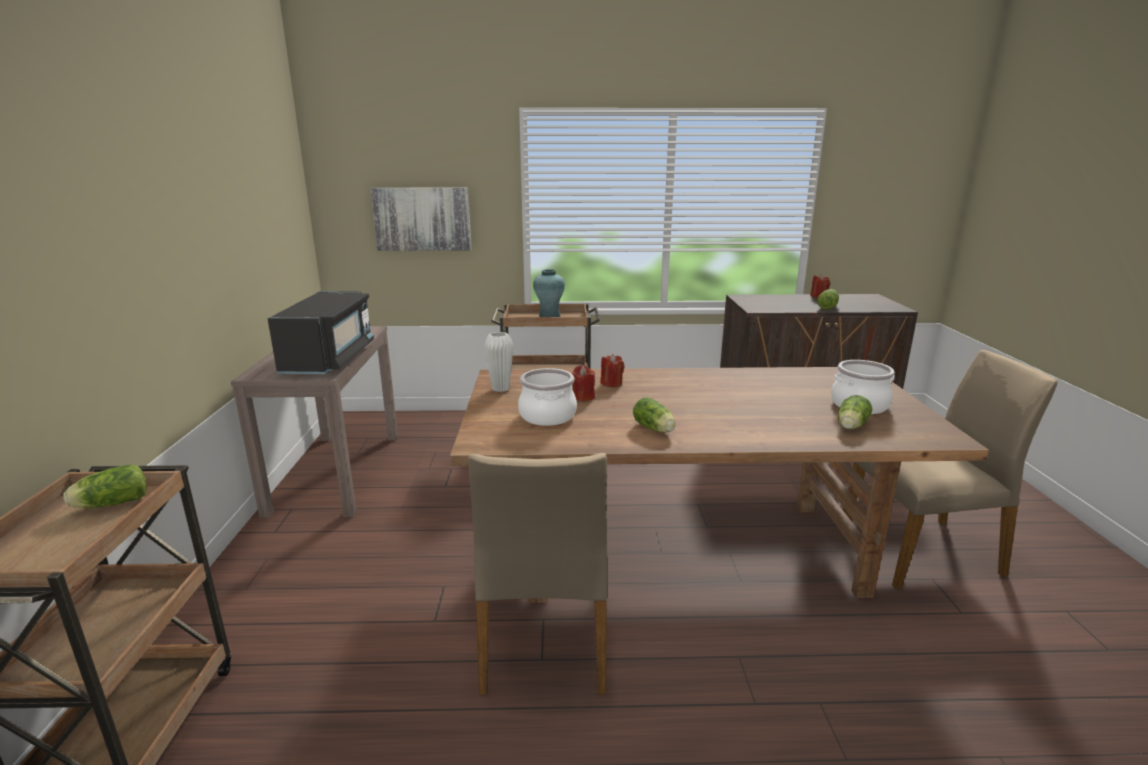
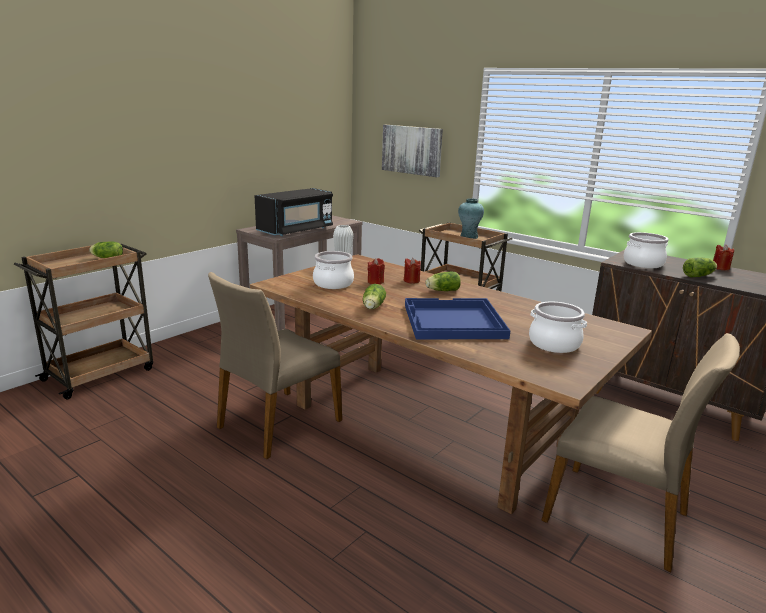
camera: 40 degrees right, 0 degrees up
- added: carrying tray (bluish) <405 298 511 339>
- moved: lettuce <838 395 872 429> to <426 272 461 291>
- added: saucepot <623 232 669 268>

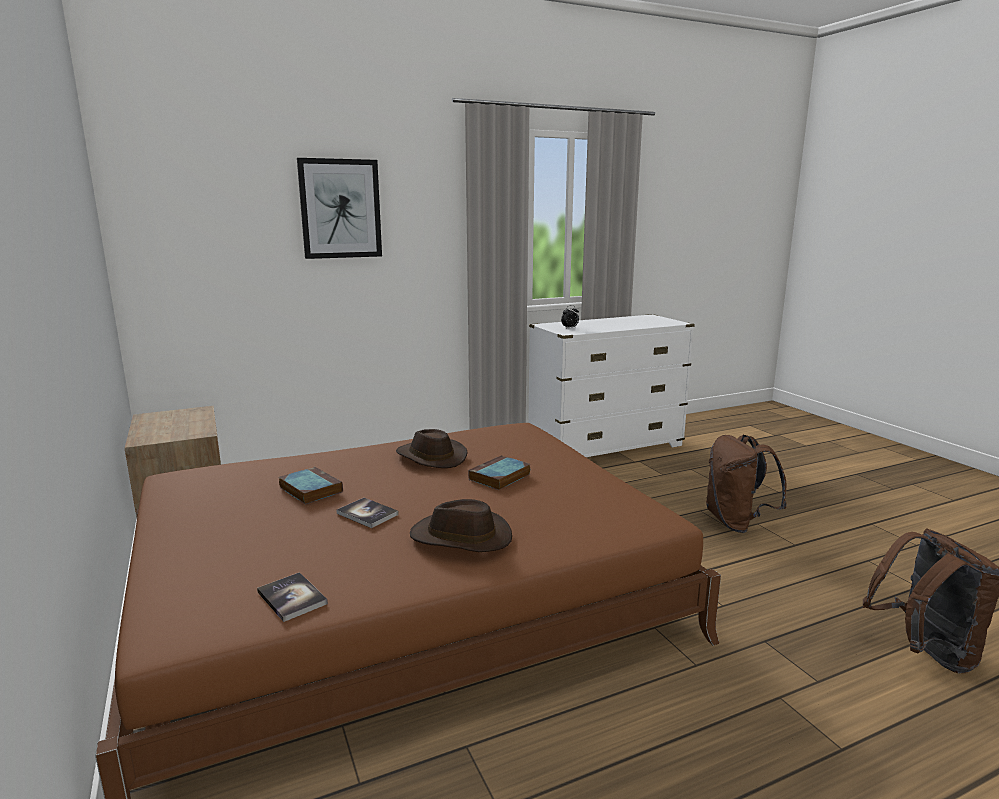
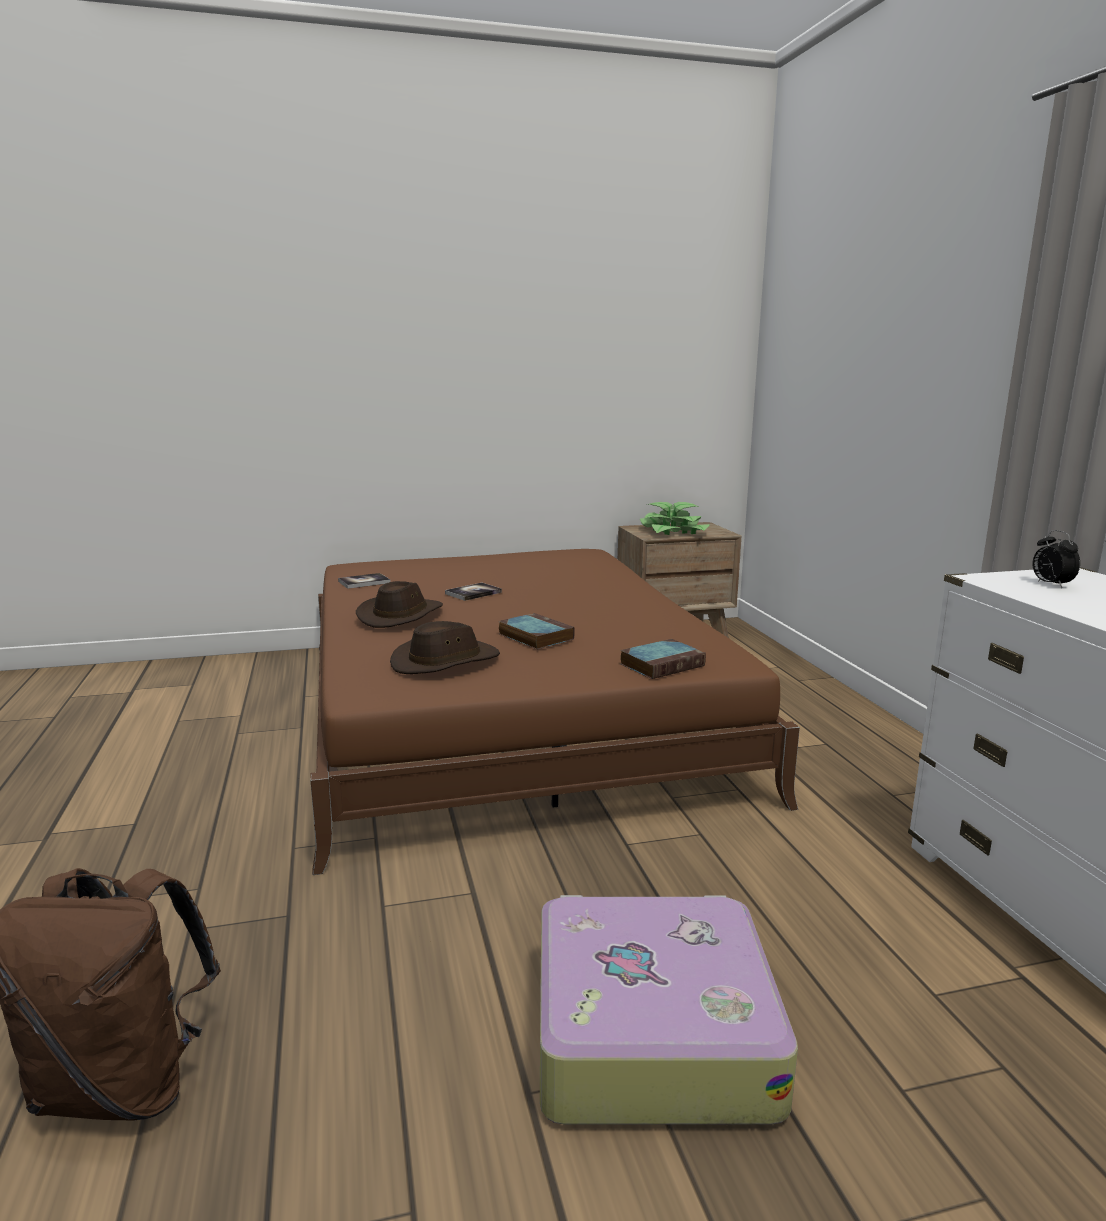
camera: 100 degrees right, 0 degrees up
- moved: clothing hat (brownish) <396 429 468 468> to <390 621 500 674>
- replaced: backpack (brownish) <706 435 787 533> to travel case <540 895 798 1125>
- moved: volume <279 467 343 505> to <620 639 706 679>
- added: plant in a pot <640 502 710 535>
- removed: wall art <297 158 382 259>

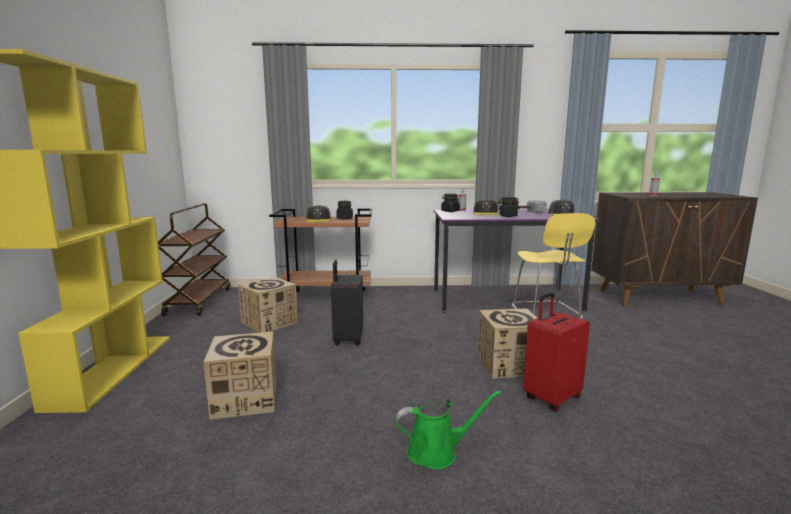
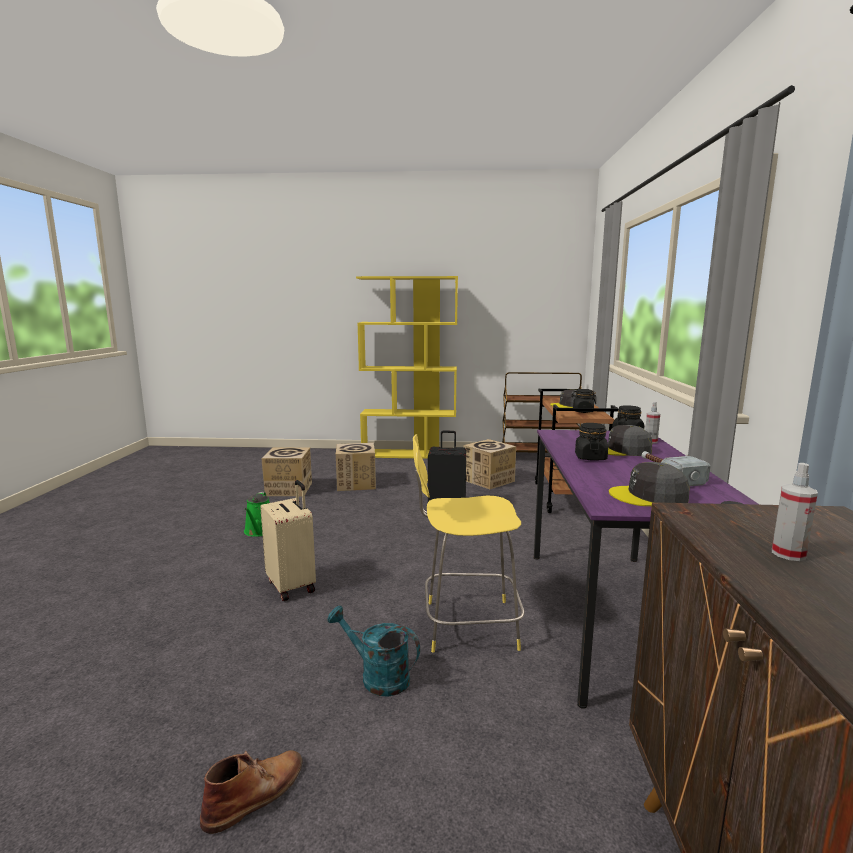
camera: 95 degrees right, 0 degrees up
- added: boot (brownish) <200 750 303 834>
- recoloured: travel case (red-coloured) <523 292 590 412> to travel case (beige-coloured) <260 480 316 601>
- moved: carton <478 308 538 379> to <261 448 312 496>
- added: watering can (turquoise) <327 605 420 697>

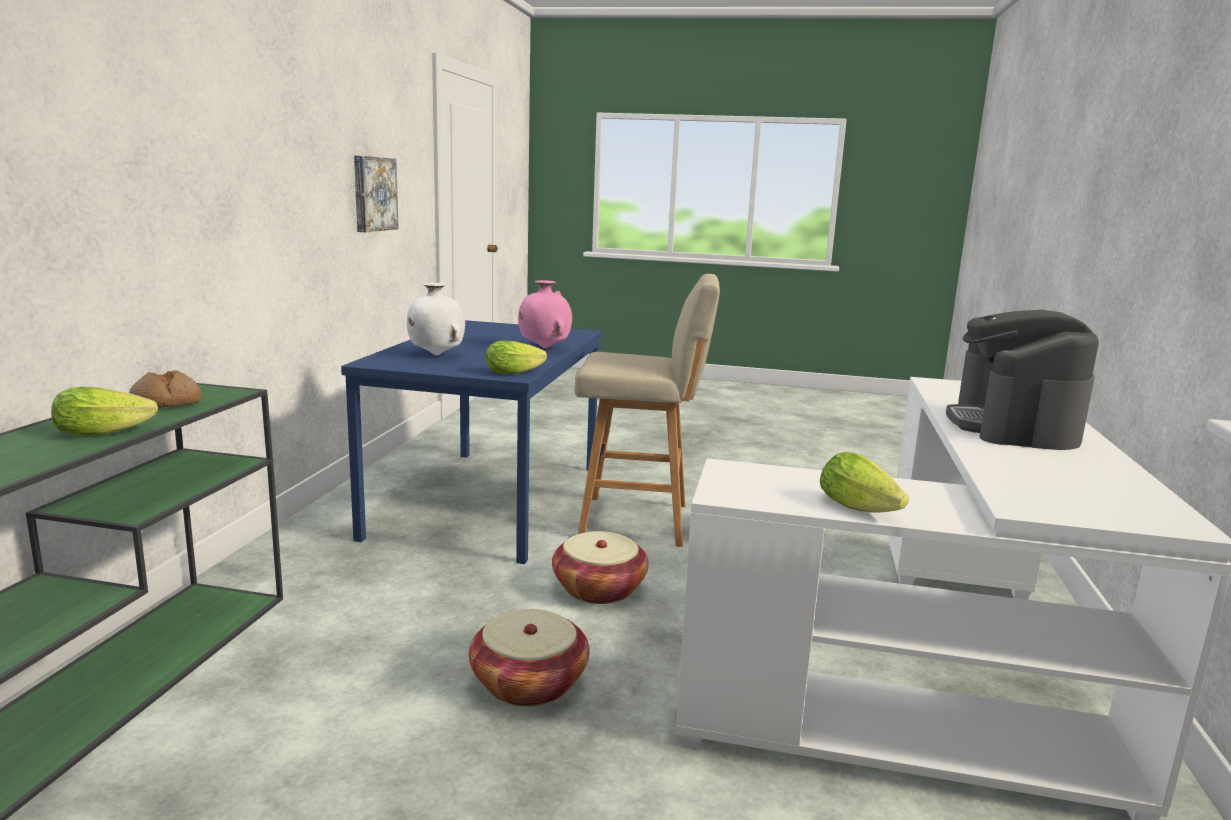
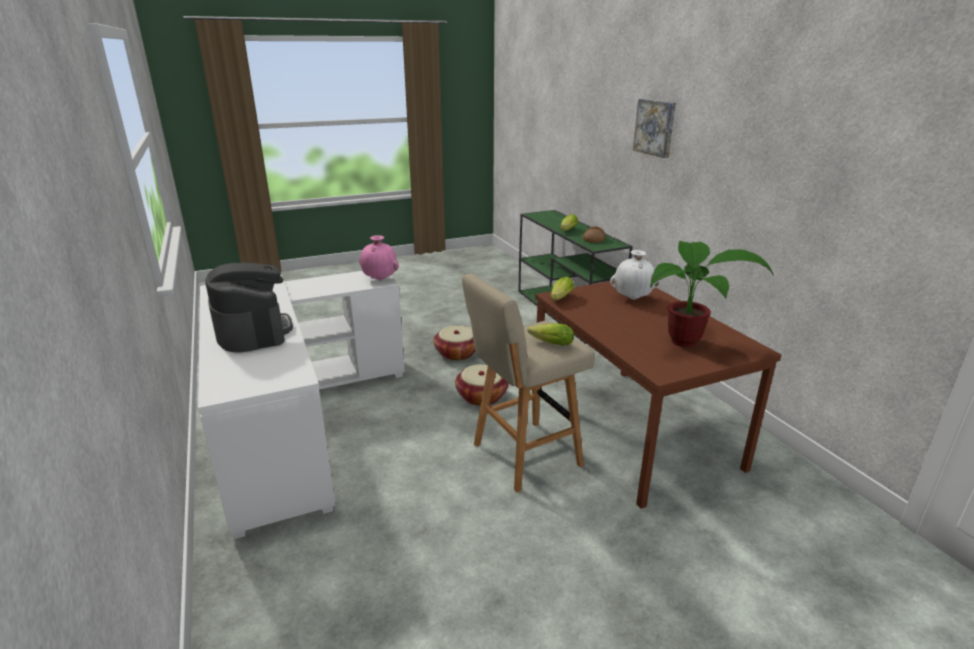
camera: 145 degrees right, 10 degrees up
- moved: flower vase (pink-coloured) <518 280 572 349> to <359 235 399 281>
- moved: lettuce <820 452 909 512> to <528 323 574 346>
- recoloured: dinner table (bluish) <341 320 602 564> to dinner table (brownish) <535 281 781 509>
- moved: wall art <354 156 399 232> to <633 99 676 158>
- added: plant in a pot <650 241 774 348>

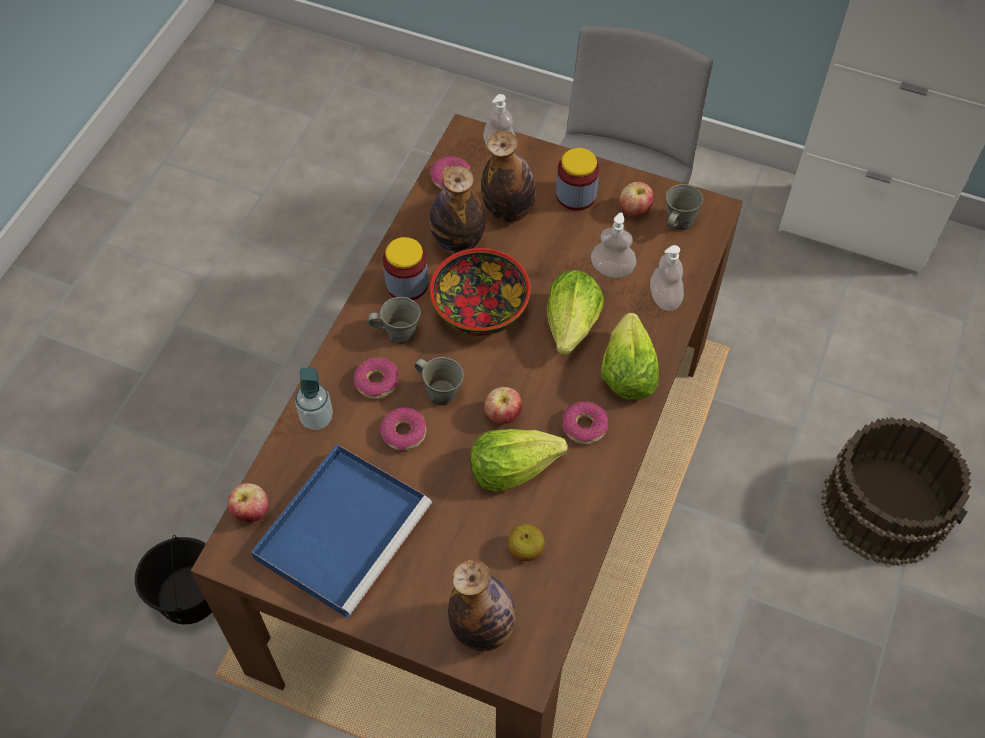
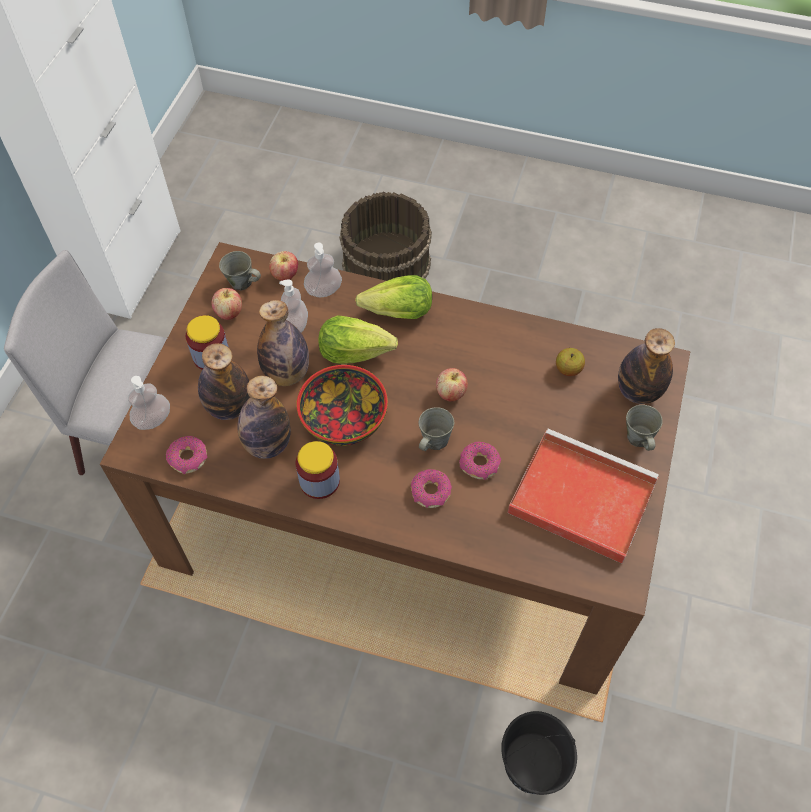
camera: 95 degrees left, 0 degrees up
- added: drink bottle <257 300 309 386>
- moved: whole apple <228 483 268 522> to <269 251 298 281>
- recoloured: carrying tray (bluish) <251 444 432 619> to carrying tray (red-coloured) <508 429 659 564>
- moved: mug (greyish) <368 297 421 344> to <626 405 663 451>
- removed: soap dispenser <295 368 333 430>
- removed: lettuce <470 429 568 492>
- removed: donut <562 401 608 444>

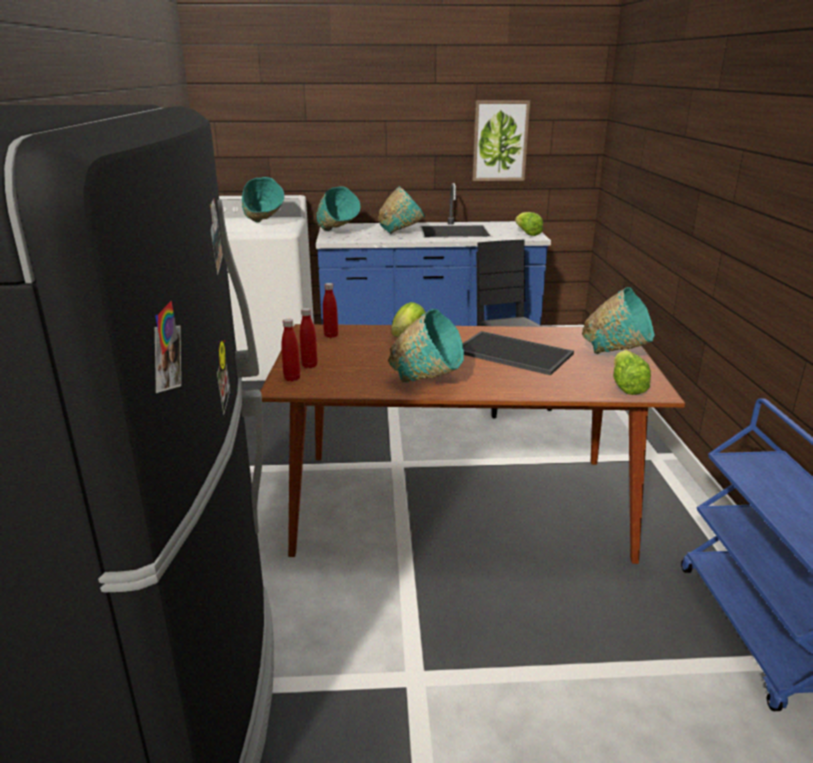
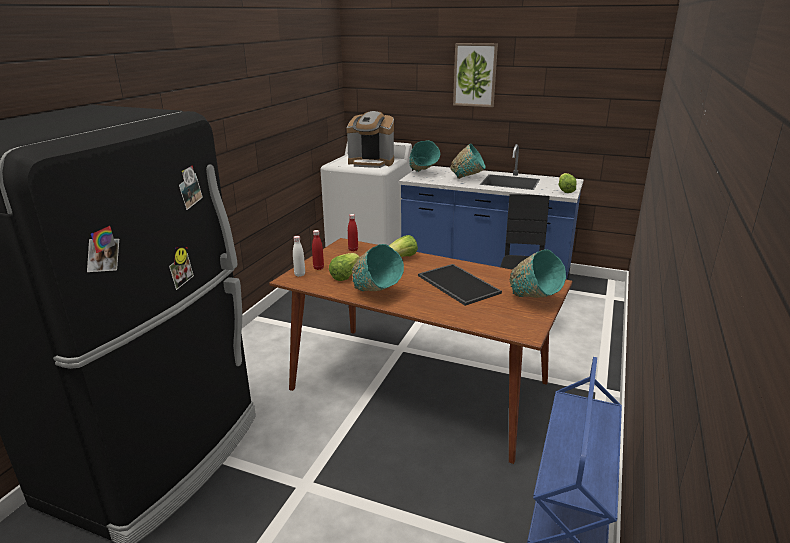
camera: 25 degrees right, 0 degrees up
- recoloured: drink bottle (red-coloured) <281 319 300 382> to drink bottle (white) <293 236 305 277>
- moved: lettuce <613 350 651 395> to <329 253 360 281>
- replaced: serving bowl (turquoise) <242 177 284 223> to coffee brewer <347 111 394 168>
- moved: wall art <473 100 530 181> to <453 43 498 107>

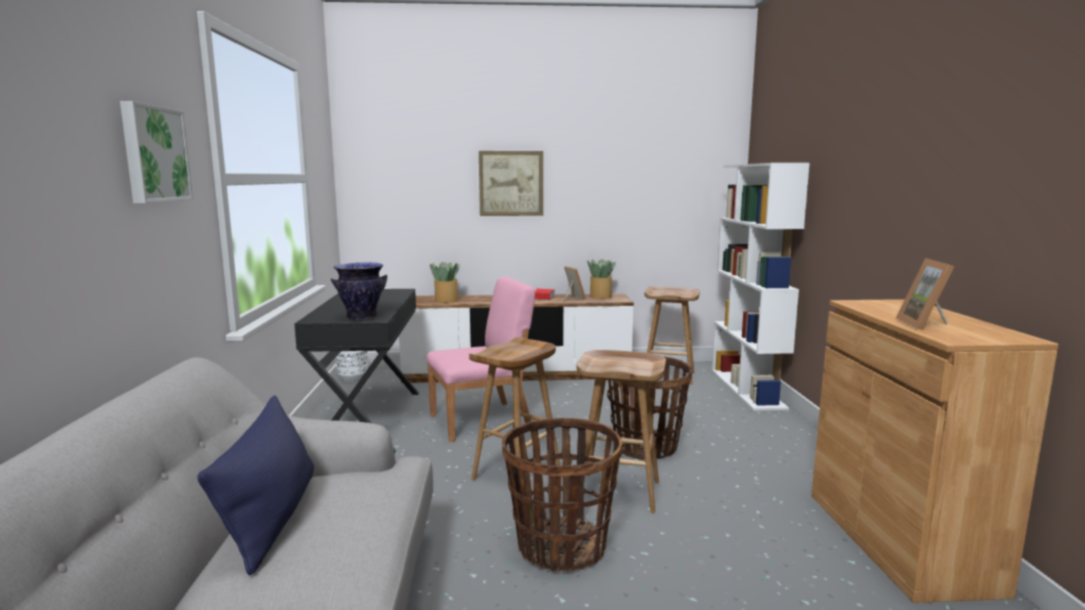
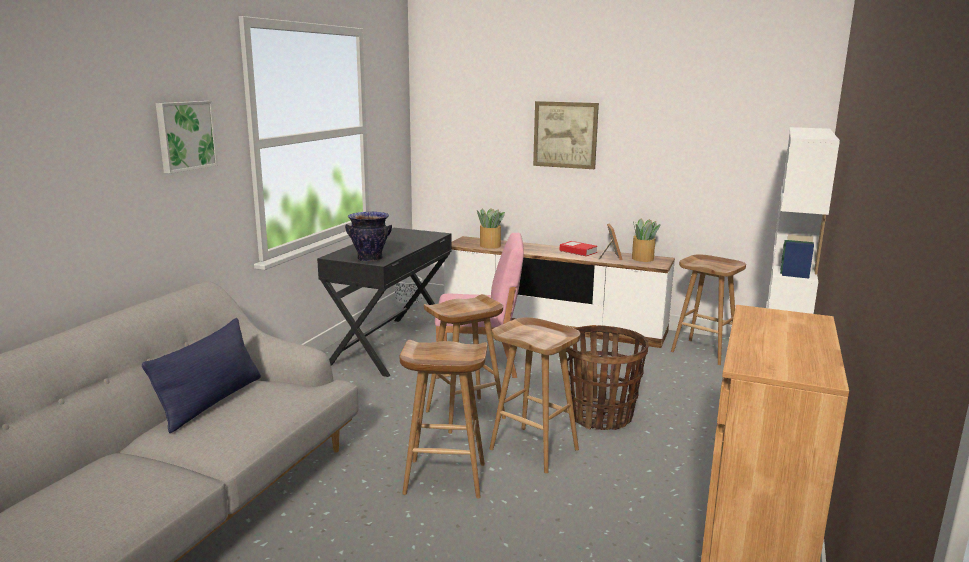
camera: 25 degrees right, 5 degrees up
- replaced: storage basket <502 418 622 572> to stool seat (brownish) <400 340 487 498>
- removed: standing frame <896 258 955 330>

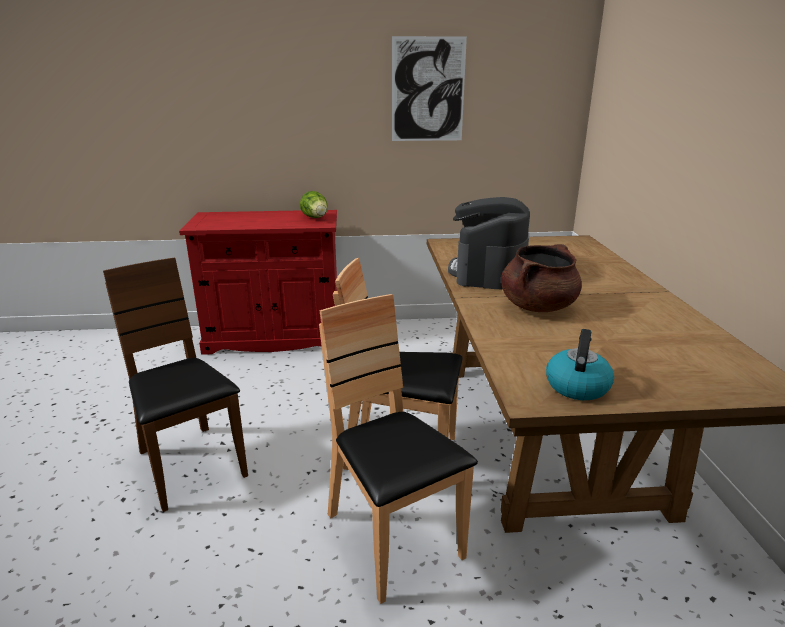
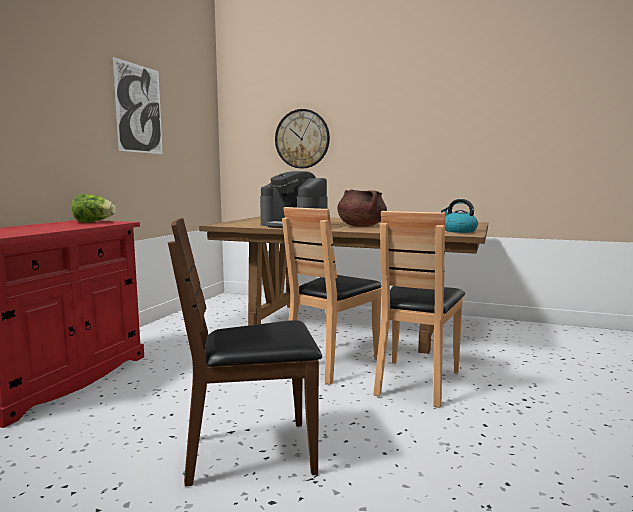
camera: 65 degrees left, 15 degrees down
- added: hanging clock <275 109 330 169>
- turned: chair (brownish) <319 294 478 604> = <373 211 465 408> 60 degrees counterclockwise

